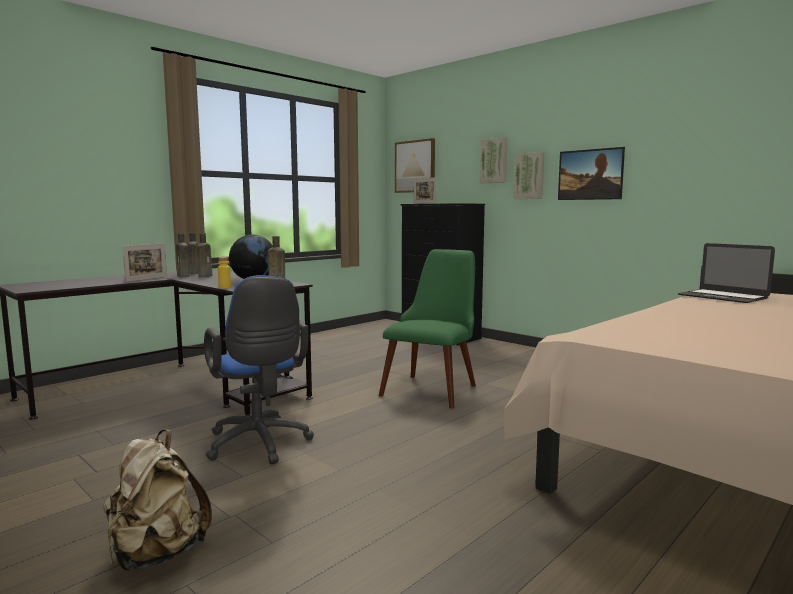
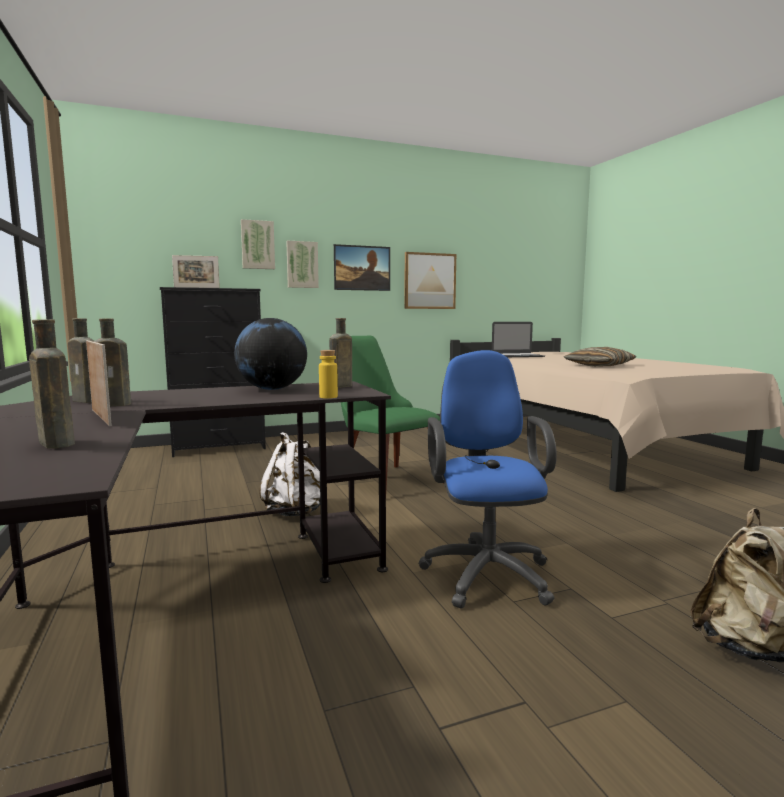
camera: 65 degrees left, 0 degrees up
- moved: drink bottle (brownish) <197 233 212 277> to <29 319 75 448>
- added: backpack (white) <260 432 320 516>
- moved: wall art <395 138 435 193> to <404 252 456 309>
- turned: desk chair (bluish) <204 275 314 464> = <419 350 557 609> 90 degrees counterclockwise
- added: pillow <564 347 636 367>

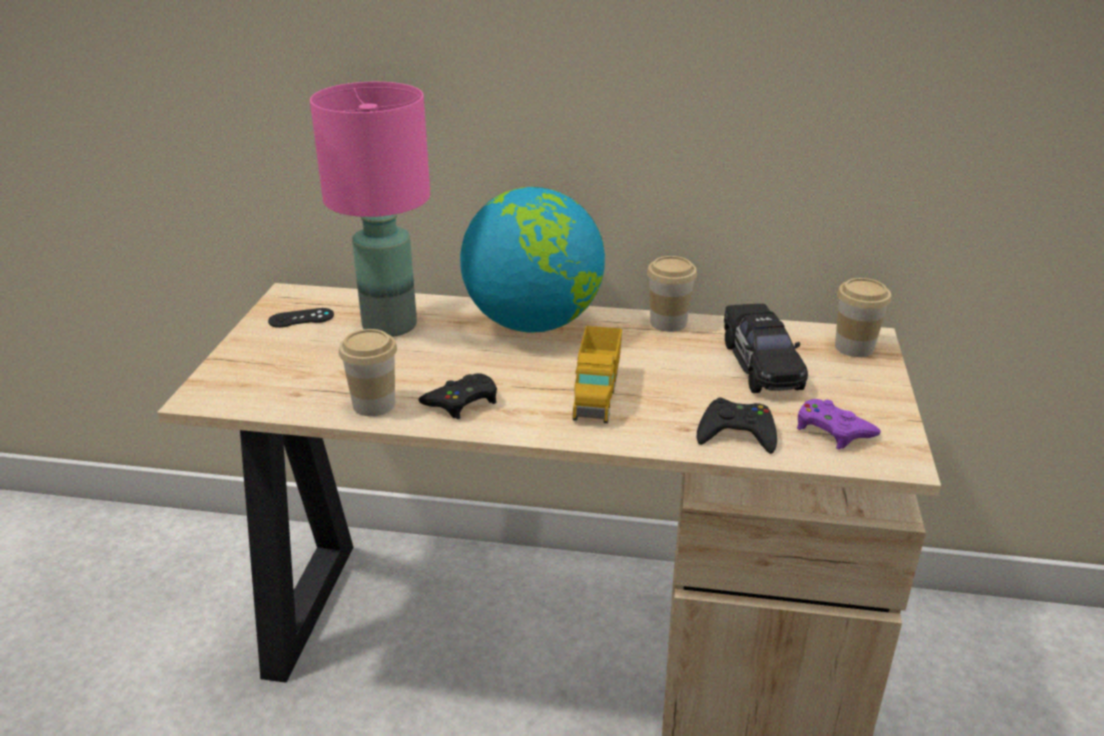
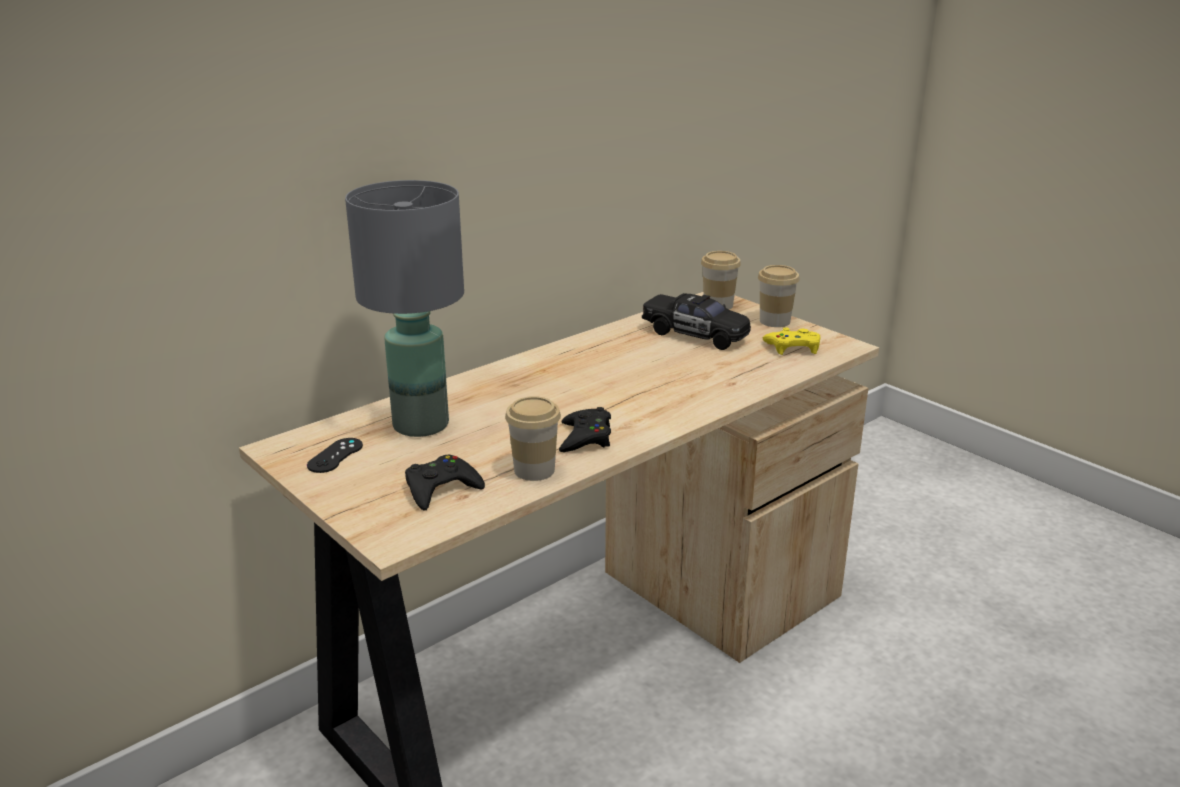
camera: 50 degrees left, 5 degrees down
- recoloured: tabletop lamp (pink-coloured) <310 82 430 337> to tabletop lamp (greyish) <345 180 464 437>
- moved: gamepad (blackish) <697 398 777 454> to <405 455 485 511>
- moved: cup <647 256 697 332> to <758 265 800 327>
- recoloured: gamepad (purple) <797 399 881 450> to gamepad (yellow) <762 327 821 355>
- removed: globe <460 187 605 333>
- removed: toy lorry <573 326 622 423>

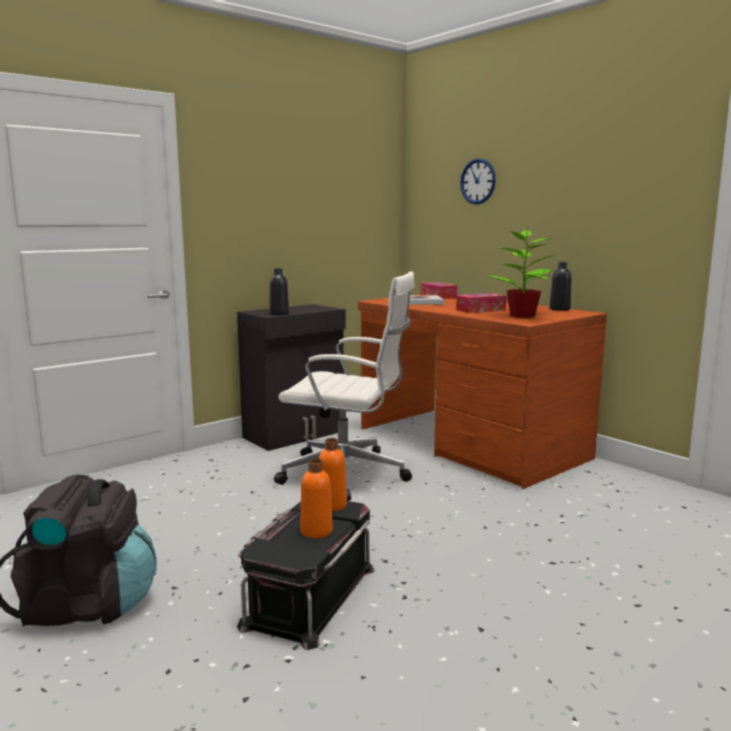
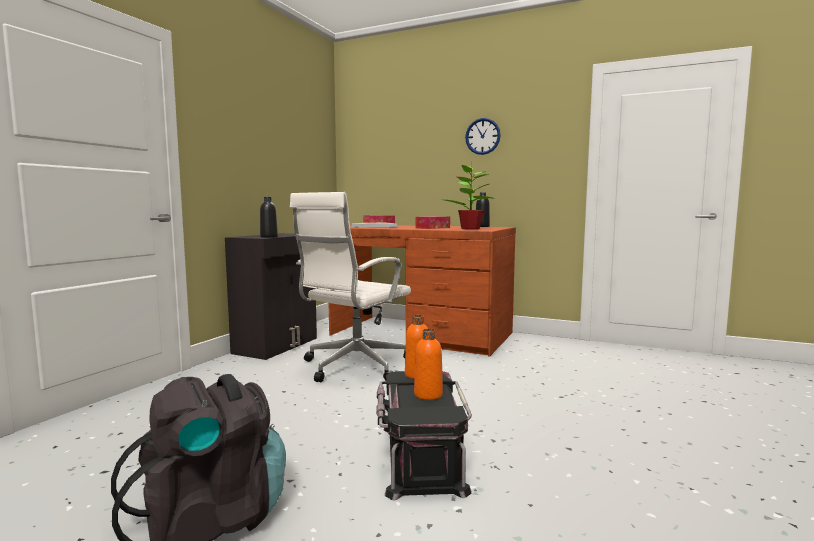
camera: 25 degrees left, 5 degrees down
- turned: desk chair (white) <274 271 415 501> = <290 192 411 382> 135 degrees clockwise
- moved: hanging clock <460 158 496 205> to <465 118 501 155>

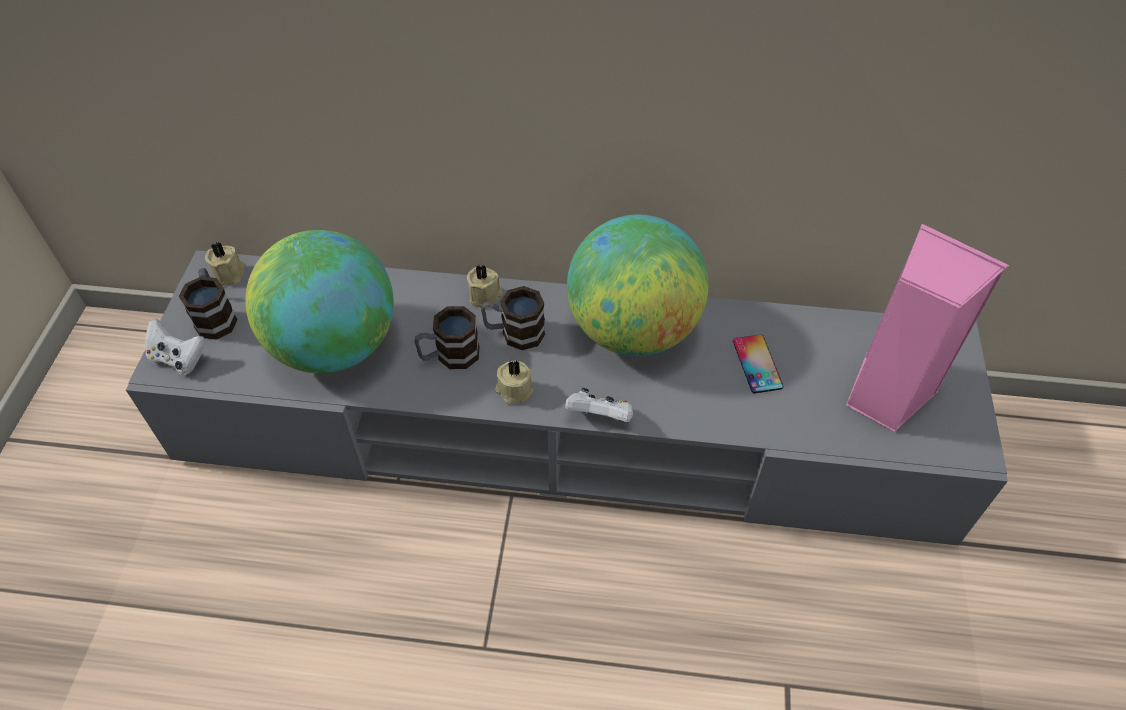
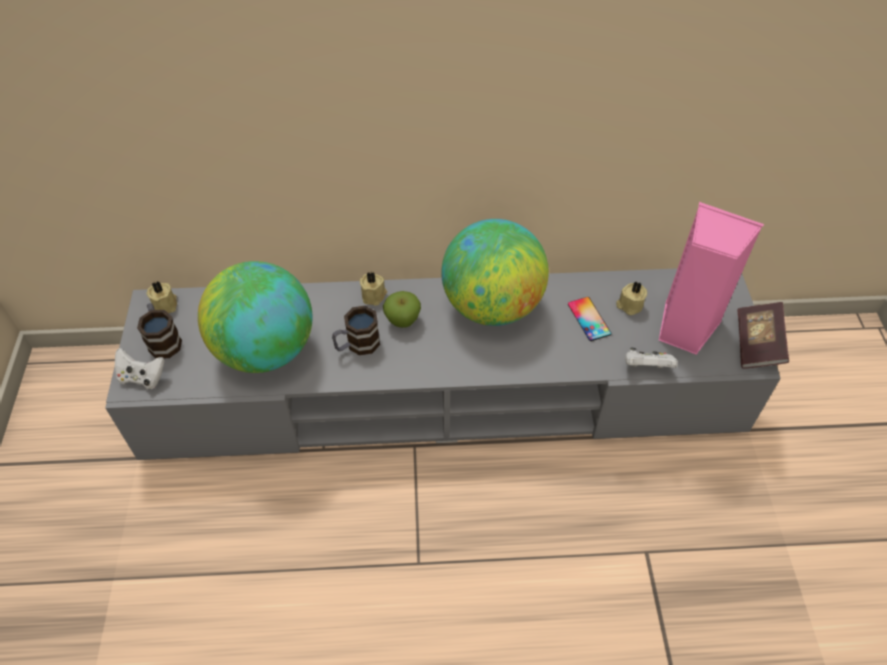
camera: 10 degrees left, 0 degrees up
- replaced: mug <481 286 545 350> to whole apple <383 291 421 328>
- moved: wax candle (beige-coloured) <495 360 533 404> to <616 282 647 315>
- moved: gamepad (white) <565 388 633 422> to <625 347 678 368>
- added: volume <737 302 789 369>

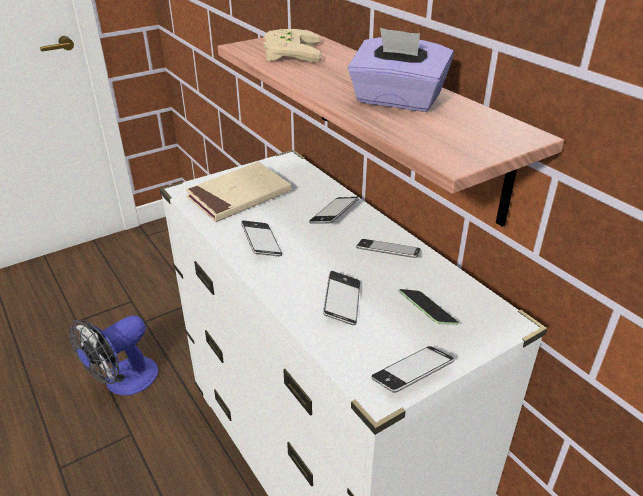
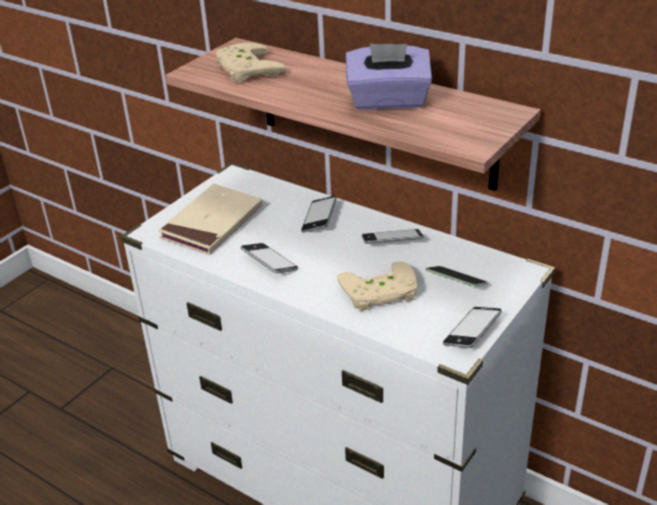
camera: 20 degrees left, 0 degrees up
- replaced: phone <323 271 360 325> to gamepad (beige-coloured) <337 262 417 311>
- removed: cooling fan <69 315 158 396>

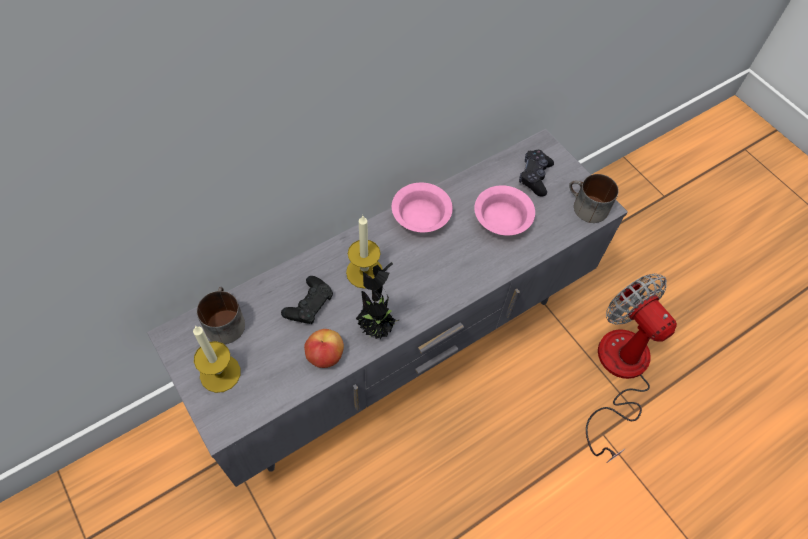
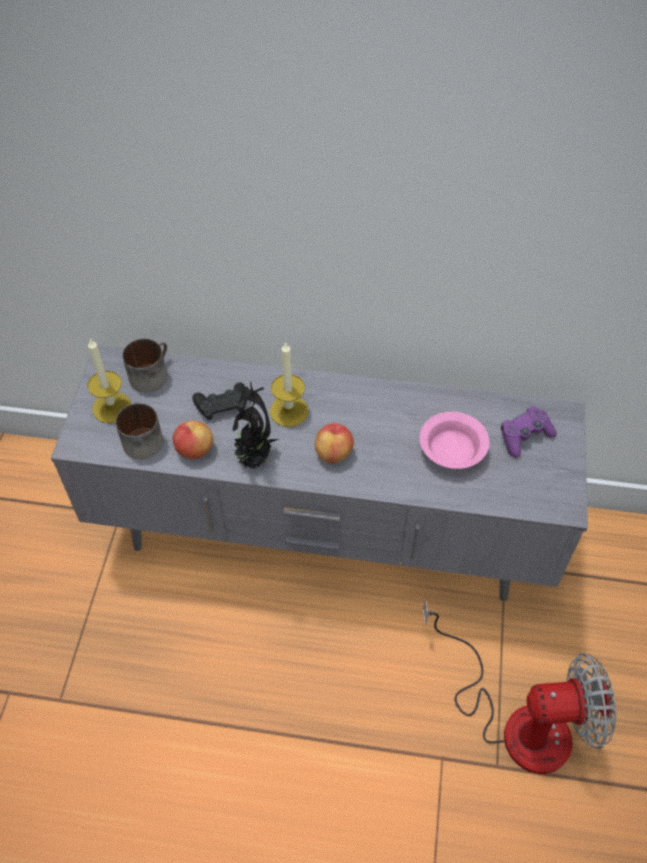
camera: 45 degrees right, 5 degrees down
- moved: mug <569 174 619 223> to <116 402 163 459>
- added: whole apple <315 423 354 463>
- turned: cooling fan <586 273 677 463> = <423 599 616 774> 75 degrees clockwise
- recoloured: gamepad (blackish) <519 150 554 196> to gamepad (purple) <501 406 557 458>
- removed: serving bowl (pink-coloured) <392 183 453 232>

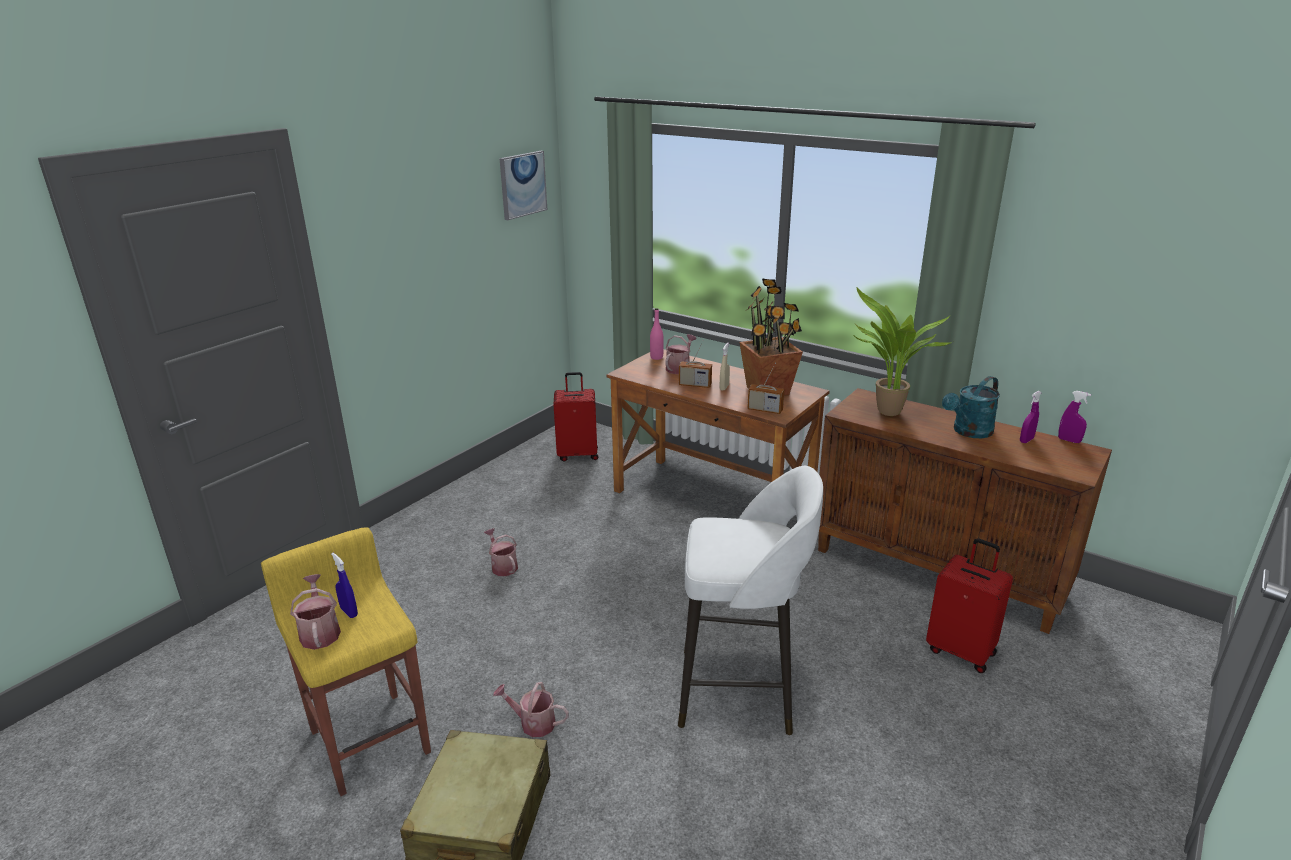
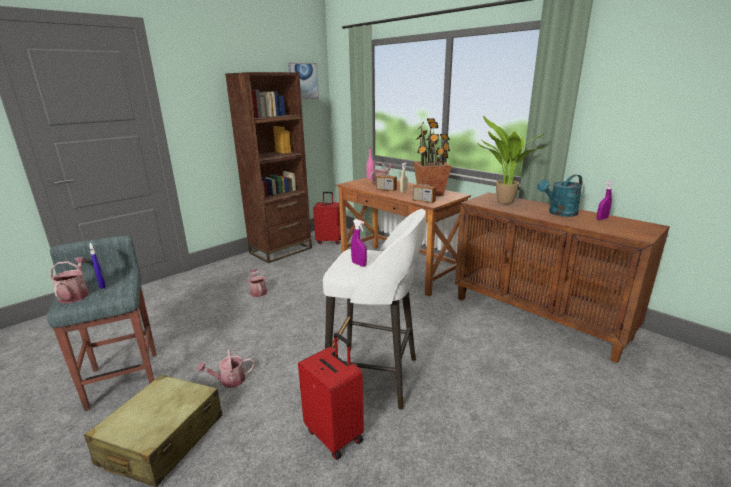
camera: 10 degrees right, 5 degrees down
- recoloured: stool seat (yellow) <261 527 431 796> to stool seat (greyish) <47 236 157 411>
- turned: watering can <493 682 569 737> = <197 350 255 388> 45 degrees counterclockwise
- added: bookshelf (brownish) <225 72 312 263>
- moved: travel case (red-coloured) <926 538 1013 673> to <298 333 364 460>
- moved: spray bottle (purple) <1058 391 1091 443> to <351 219 367 267>

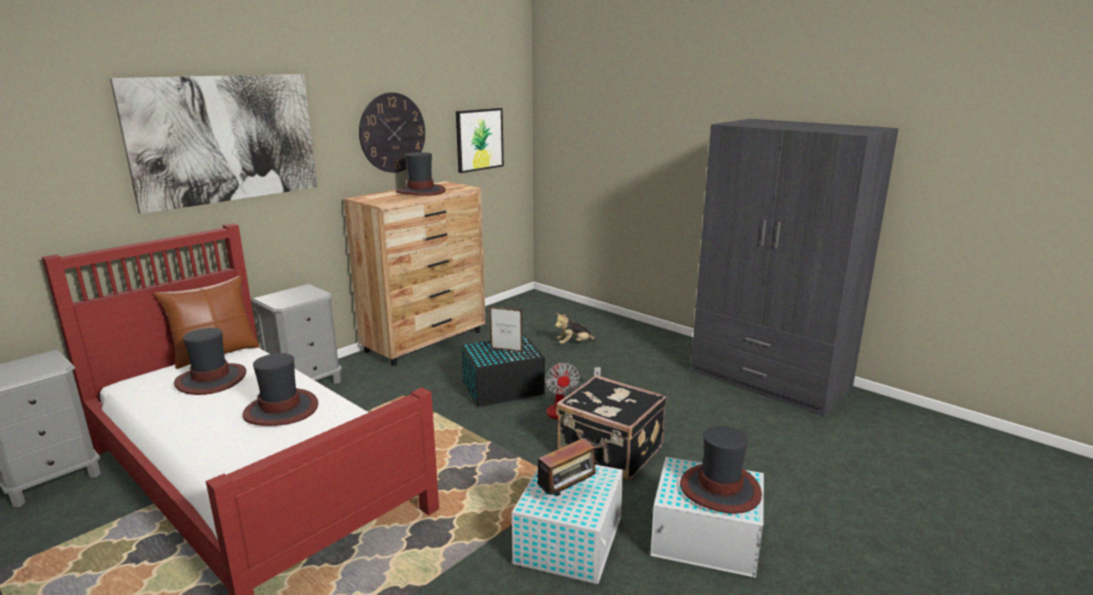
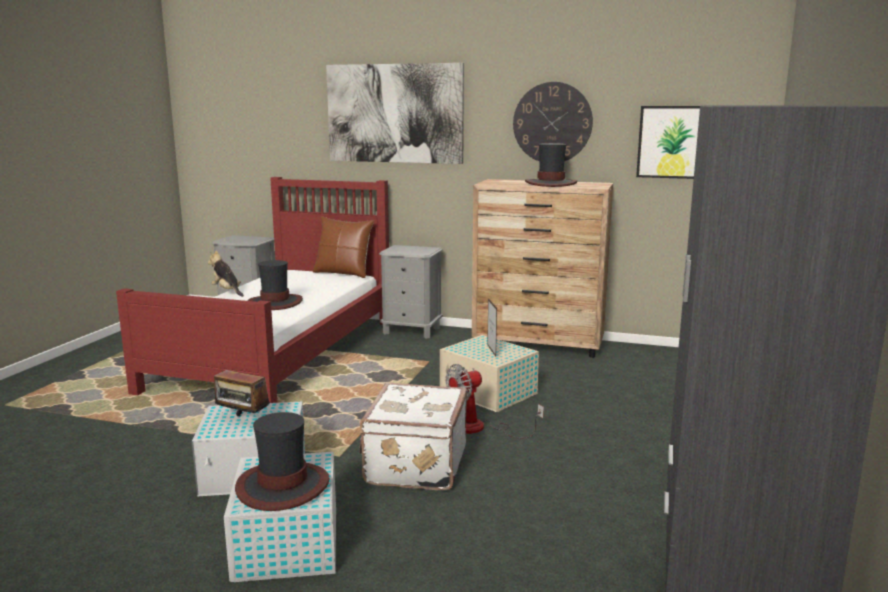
camera: 65 degrees right, 5 degrees down
- moved: cuddly toy <555 313 597 344> to <208 250 244 297>
- recoloured: travel case (blackish) <556 375 667 480> to travel case (white) <359 382 467 491>
- recoloured: storage box (blackish) <461 335 545 407> to storage box (beige-coloured) <440 335 539 412>
- removed: clothing hat <174 328 246 395>

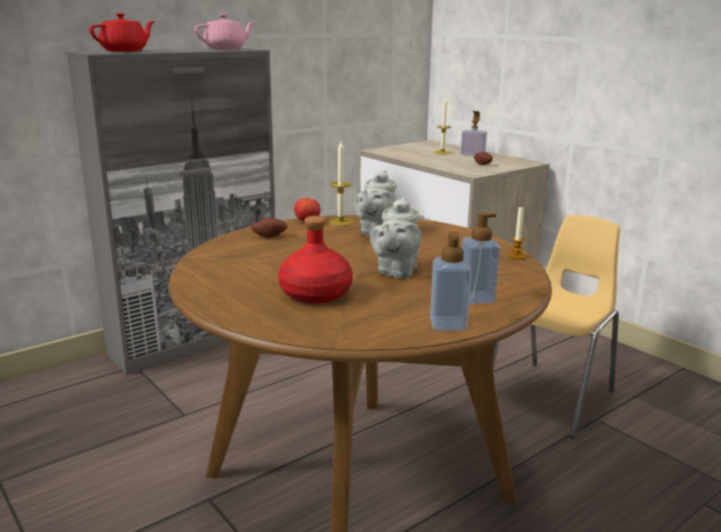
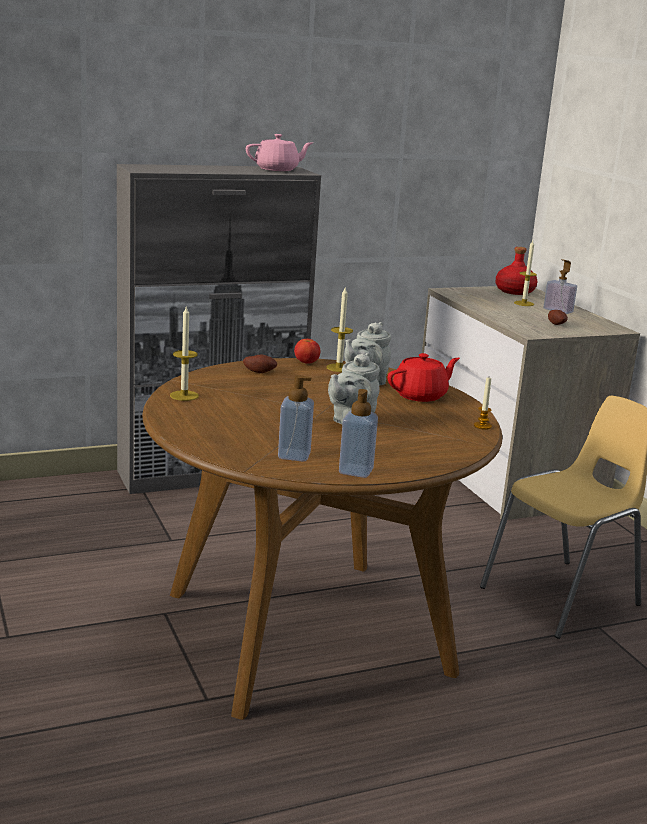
camera: 15 degrees right, 0 degrees up
- added: wax candle <170 307 199 401>
- moved: soap dispenser <462 213 500 304> to <278 375 314 462>
- moved: teapot (red-coloured) <89 13 155 52> to <388 353 460 402>
- moved: drink bottle (red-coloured) <279 216 353 304> to <495 247 537 295>

